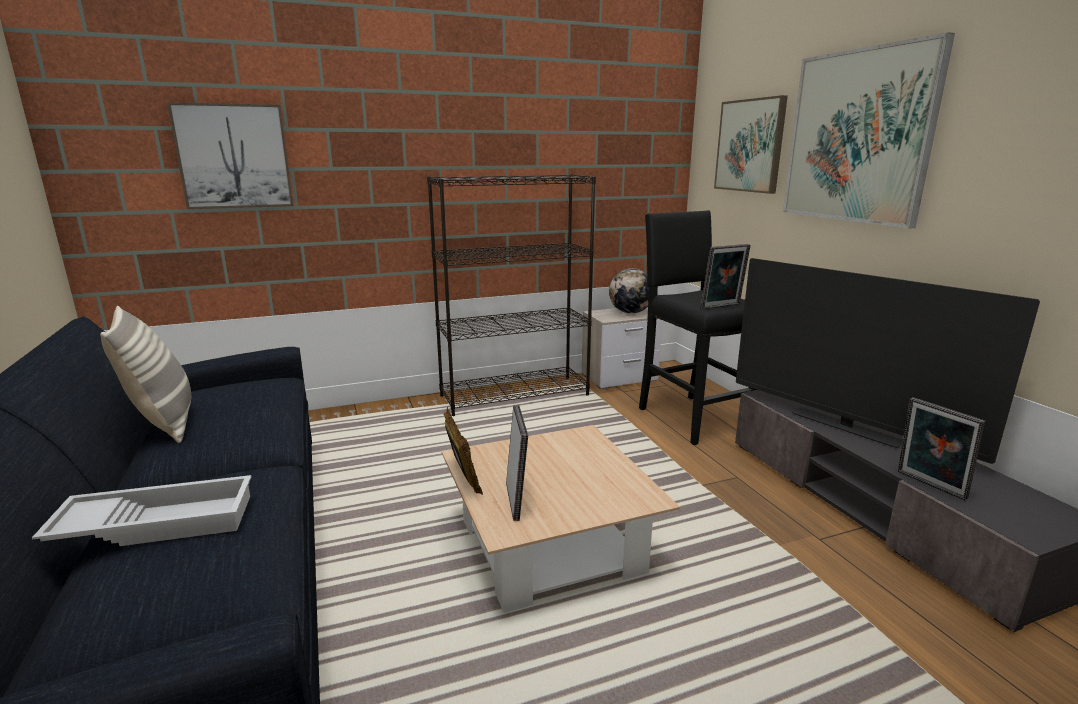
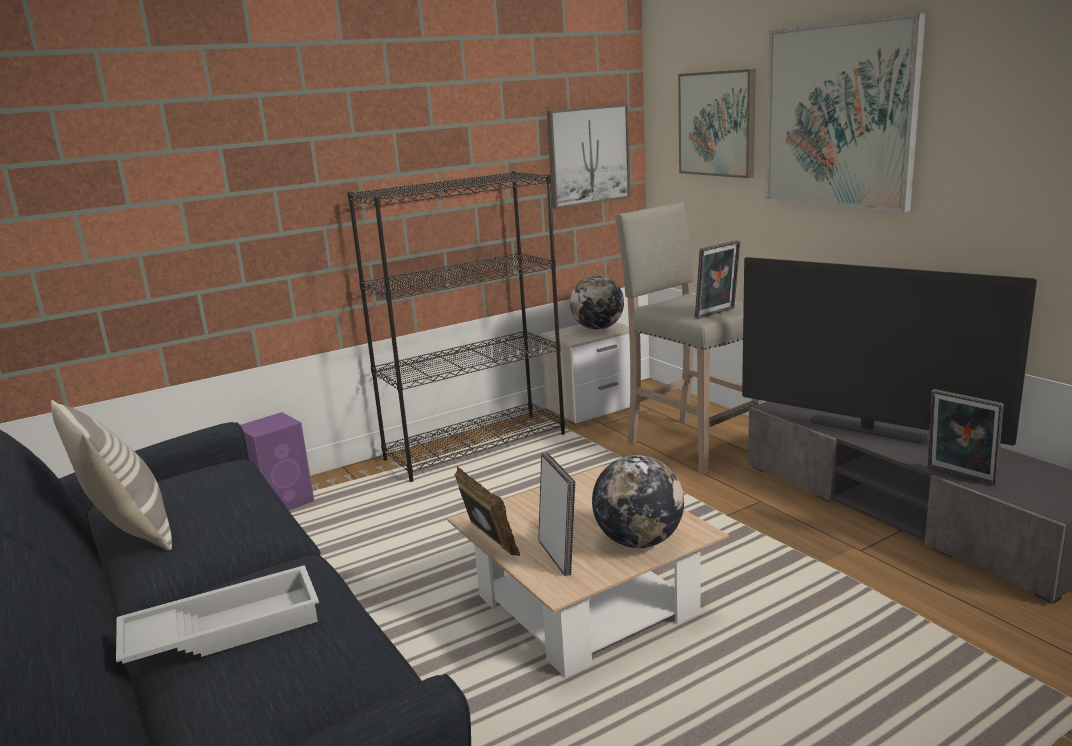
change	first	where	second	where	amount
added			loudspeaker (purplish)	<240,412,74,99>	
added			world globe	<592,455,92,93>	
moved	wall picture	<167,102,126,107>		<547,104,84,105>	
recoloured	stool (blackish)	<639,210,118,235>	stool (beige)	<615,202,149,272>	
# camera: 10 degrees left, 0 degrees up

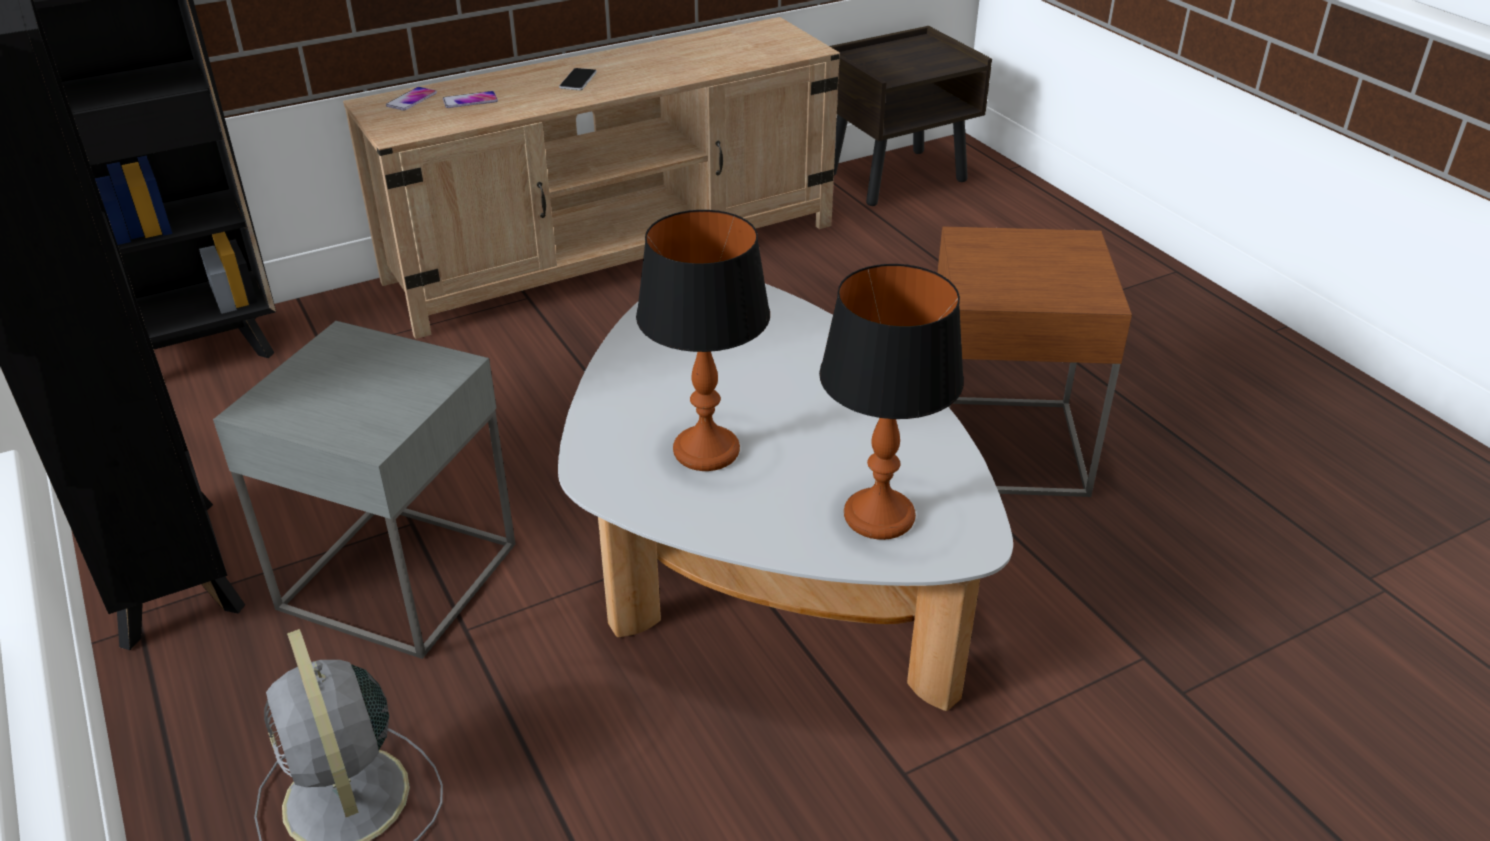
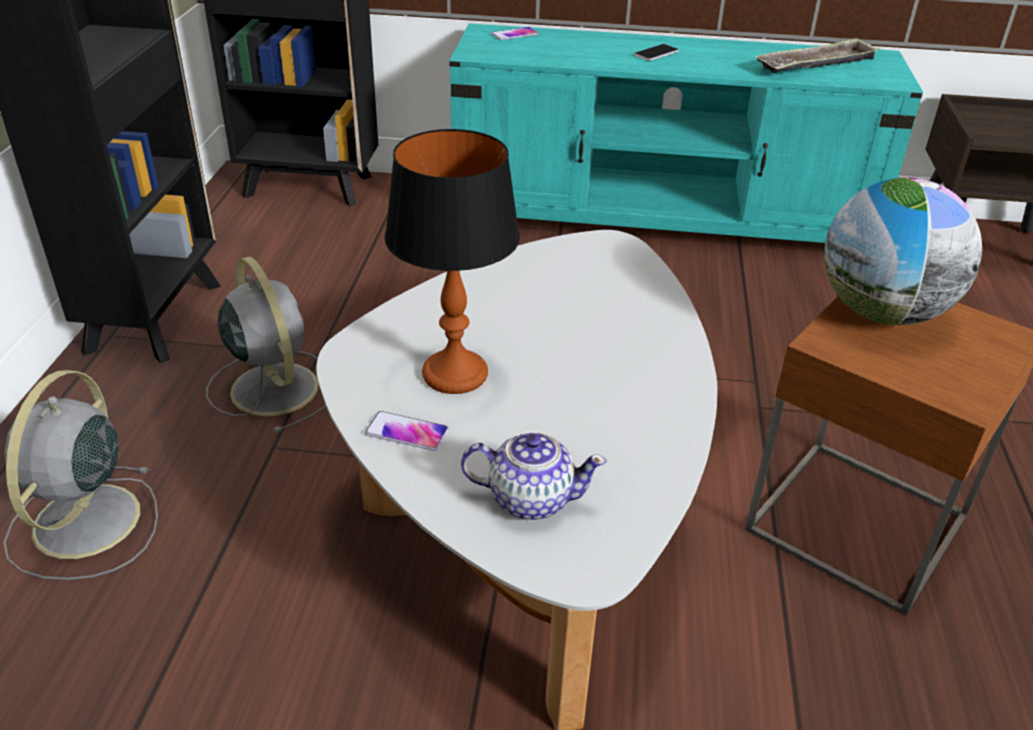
change	first	where	second	where	amount
added			serving tray	<755,37,125,36>	
added			world globe	<824,177,158,148>	
moved	phone	<443,91,55,17>		<365,411,83,40>	
replaced	end table (grey)	<213,321,303,338>	fan (grey)	<206,257,120,177>	
replaced	lamp for a table	<819,264,145,276>	teapot	<461,431,146,89>	
recoloured	tv unit (beige)	<343,17,497,322>	tv unit (blue-green)	<449,23,474,220>	
# camera: 35 degrees right, 0 degrees up

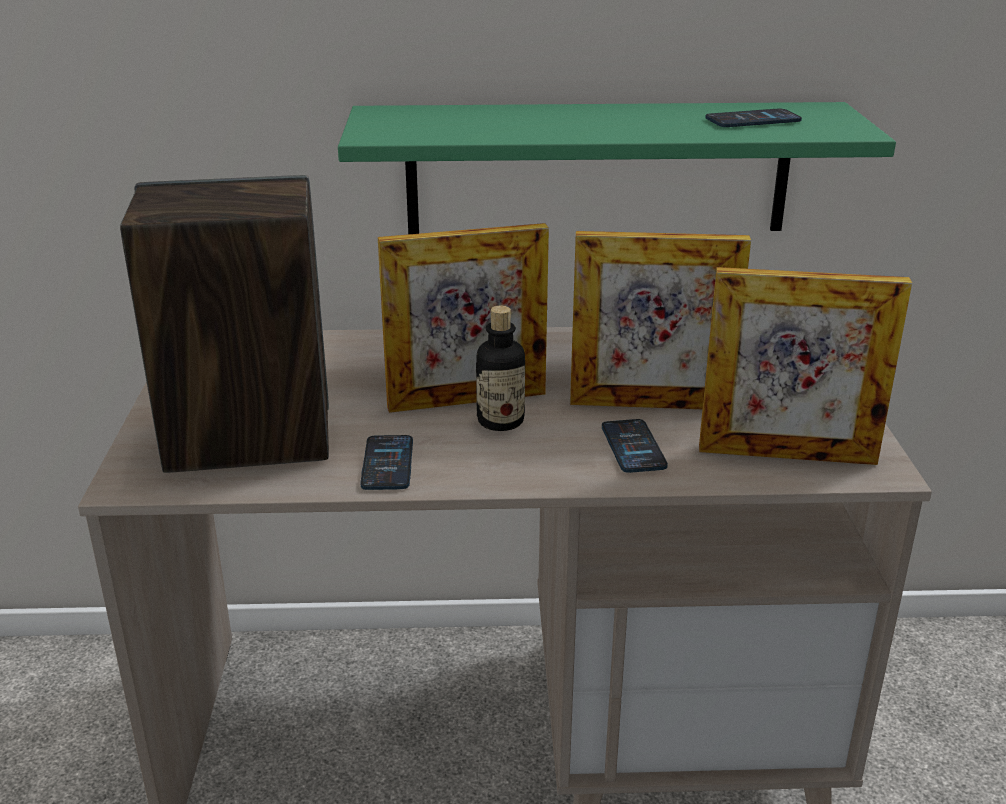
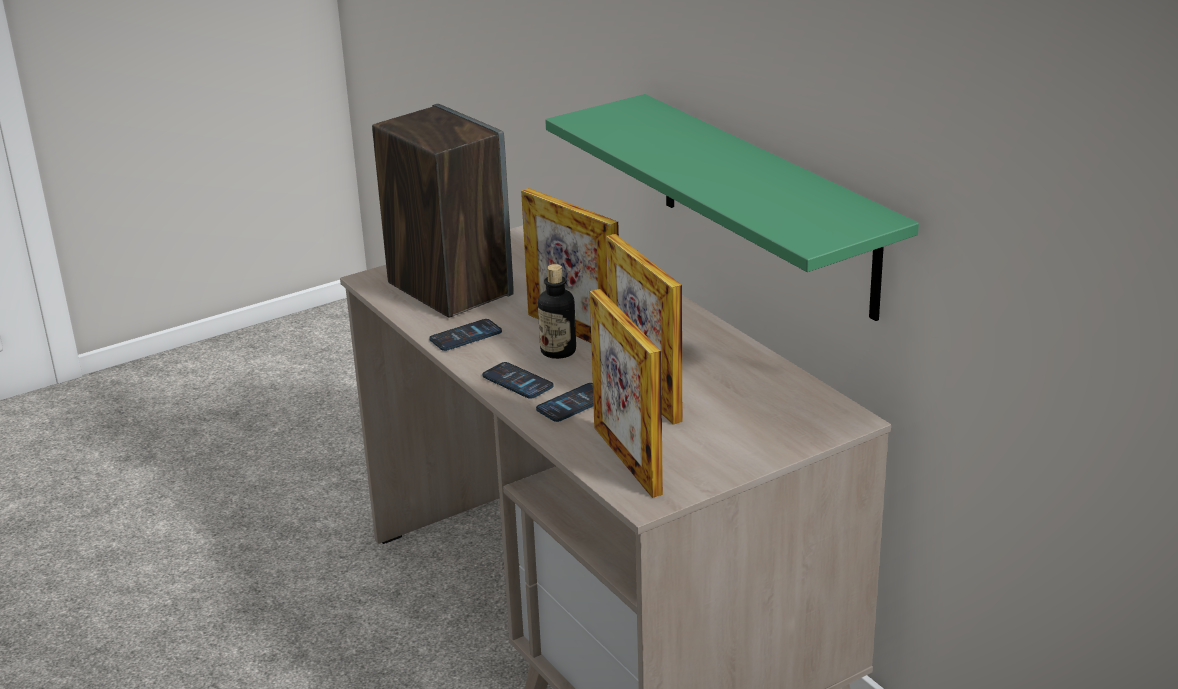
change	first	where	second	where	amount
moved	phone	<705,109,97,18>		<482,362,72,37>	
# camera: 60 degrees right, 0 degrees up

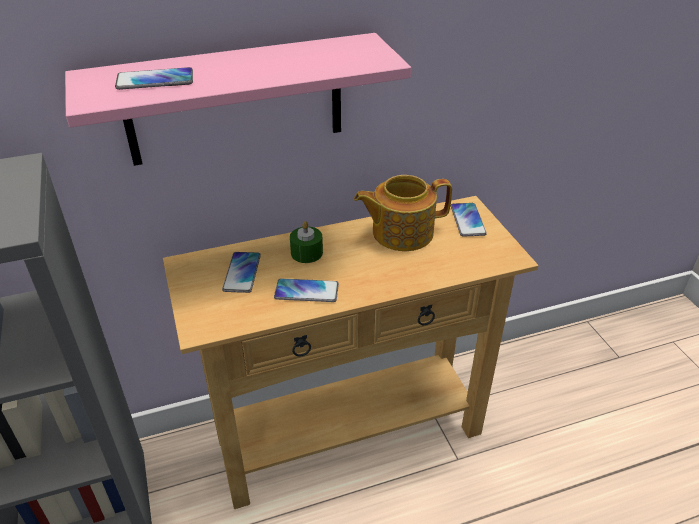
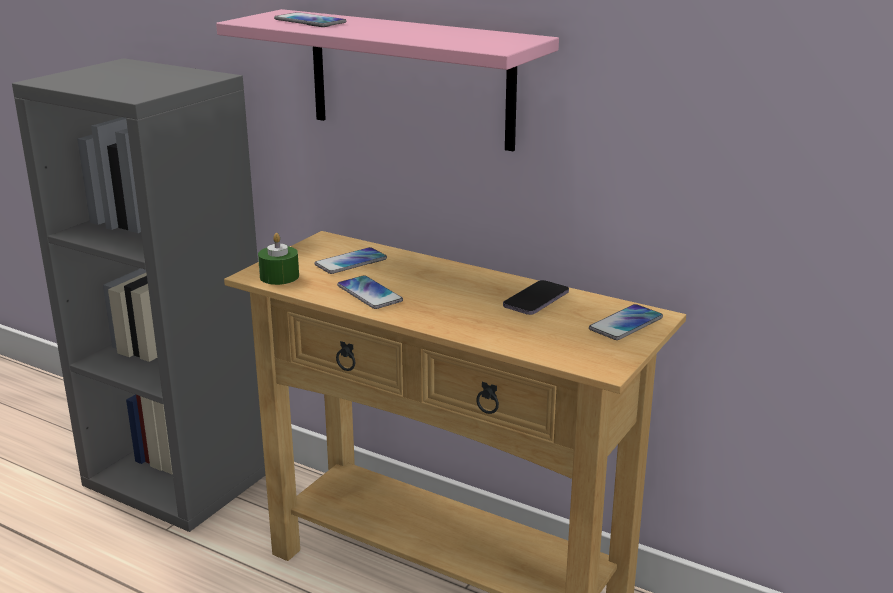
change	first	where	second	where	amount
moved	wax candle (green-coloured)	<290,221,33,42>		<258,233,41,52>	
replaced	teapot	<354,175,98,76>	phone	<503,280,66,35>	
# camera: 50 degrees right, 15 degrees down

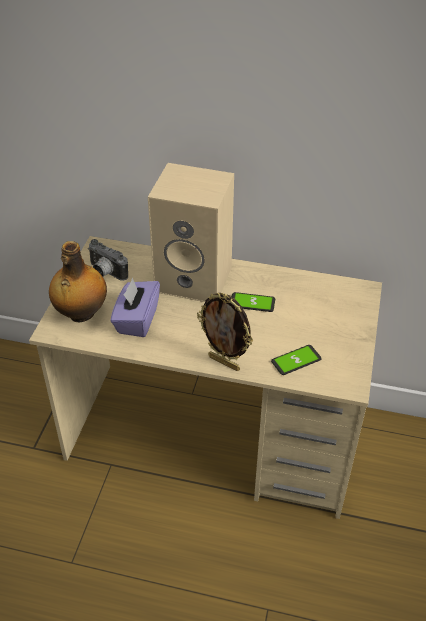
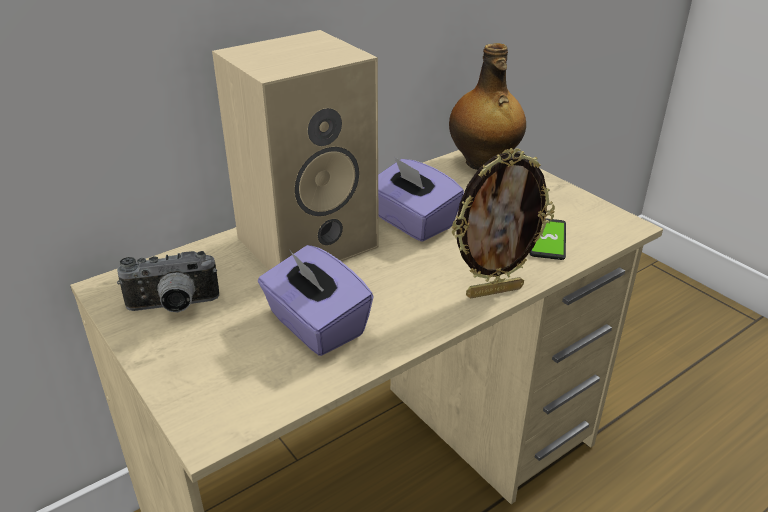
change	first	where	second	where	amount
moved	beverage bottle	<49,241,58,81>		<449,43,77,127>	
replaced	phone	<232,292,43,20>	box of tissues (purplish)	<378,156,86,86>	
# camera: 50 degrees left, 10 degrees down

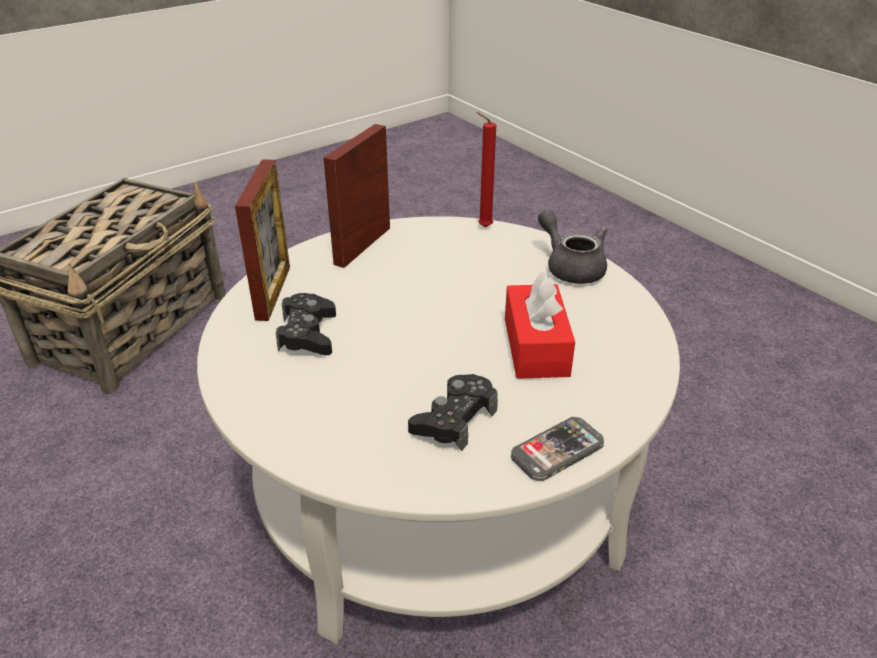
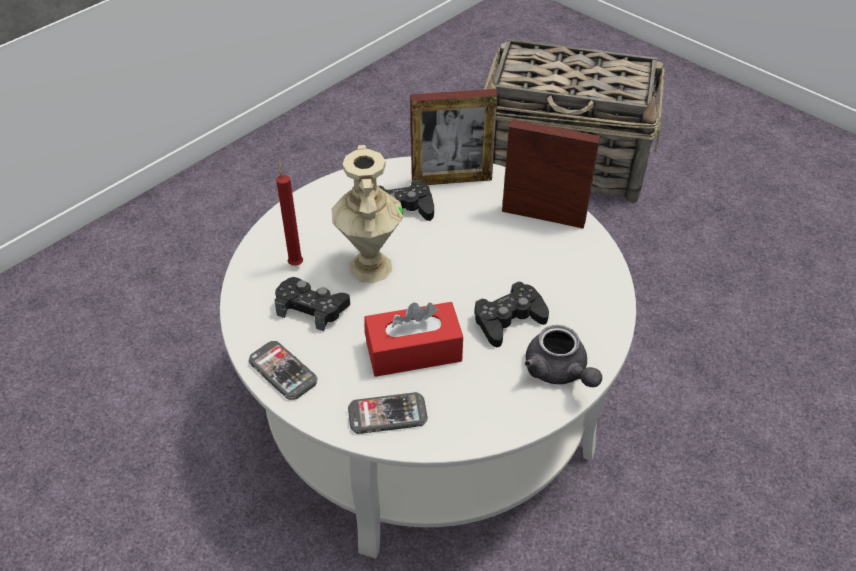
change	first	where	second	where	amount
added			vase (beige)	<331,145,72,138>	
added			phone	<348,392,80,42>	
added			gamepad (blackish)	<474,282,75,65>	
moved	wax candle (reddish)	<476,112,20,116>		<276,159,27,107>	
turned	teapot (grey)	<538,210,69,74>		<525,325,77,62>	105 degrees clockwise
# camera: 80 degrees right, 10 degrees up

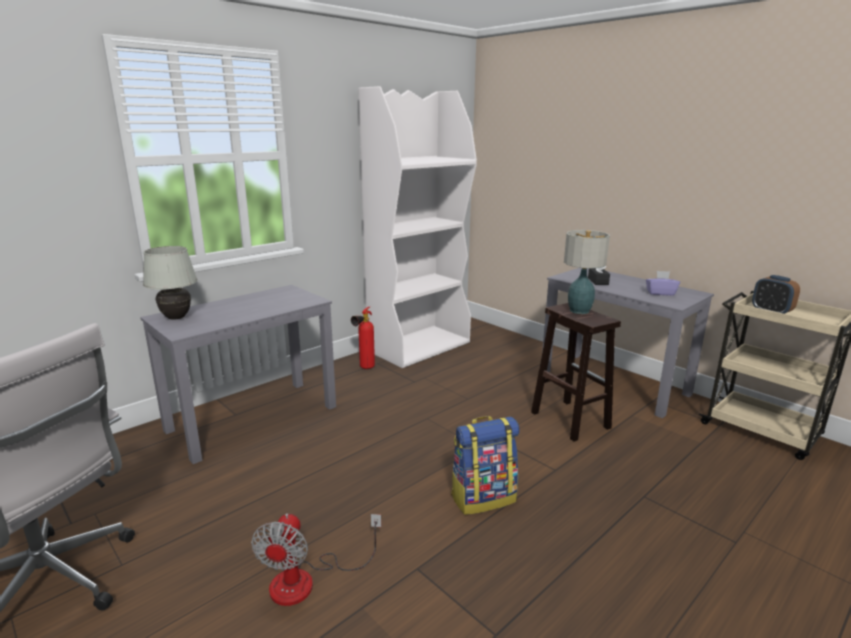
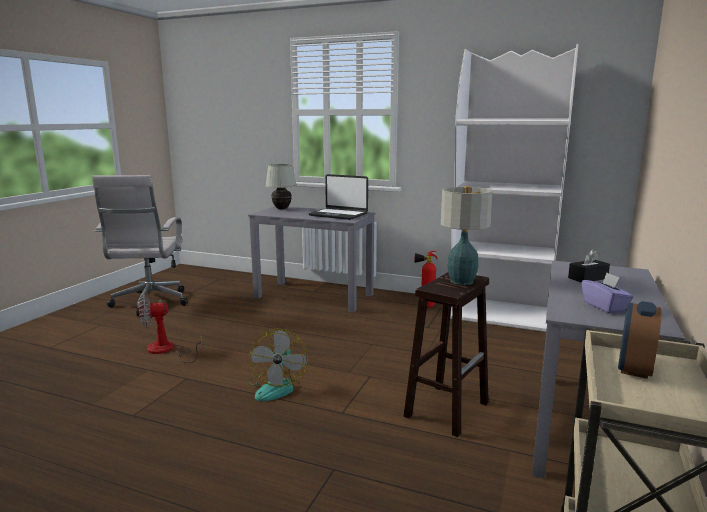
change	first	where	second	where	amount
added			portable computer	<308,174,60,46>	
replaced	rucksack	<451,416,68,99>	fan	<247,329,61,72>	
# camera: 65 degrees right, 5 degrees down

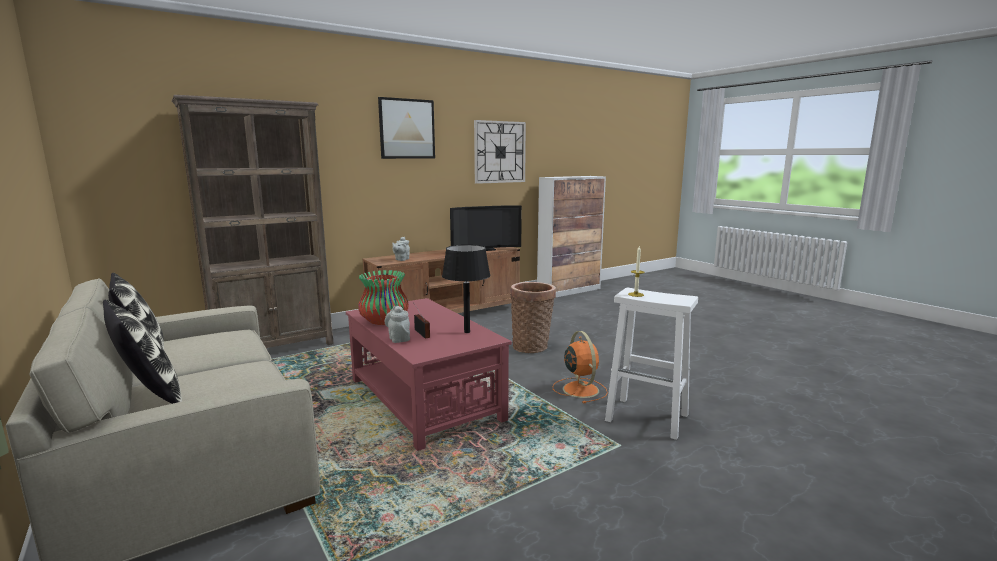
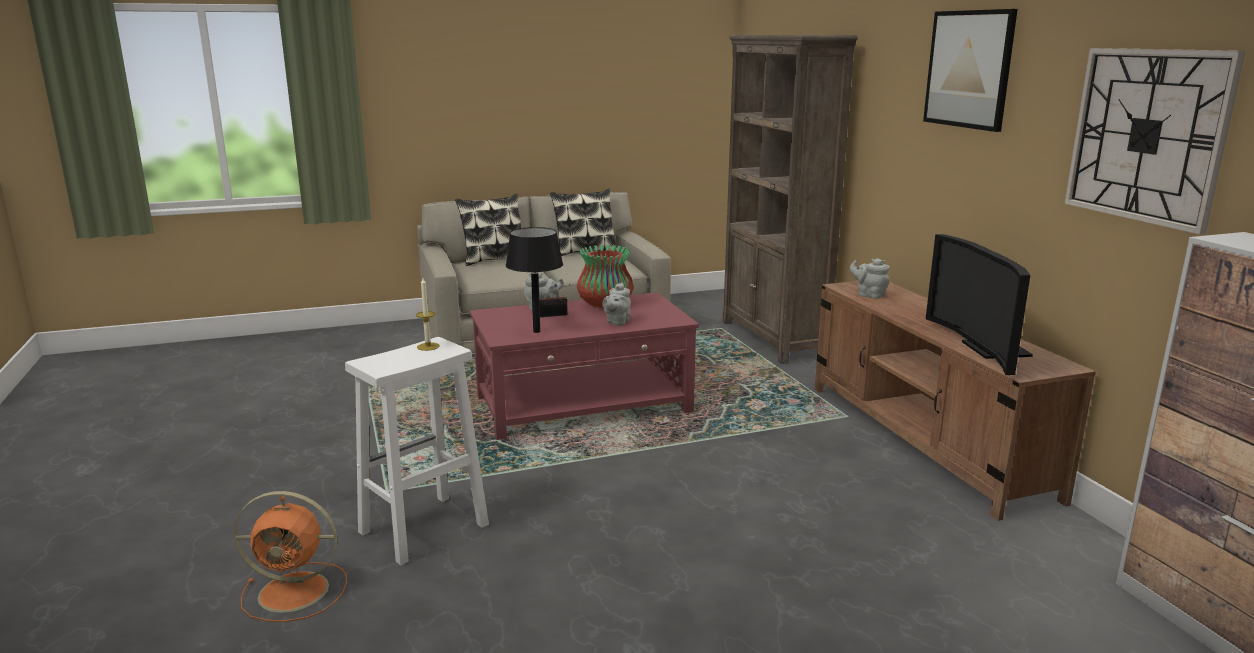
change	first	where	second	where	amount
removed	household basket	<510,282,46,71>			
added			teapot (grey)	<603,282,28,44>	
moved	fan (orange-coloured)	<552,331,56,72>		<233,491,114,131>	
# camera: 105 degrees right, 5 degrees up

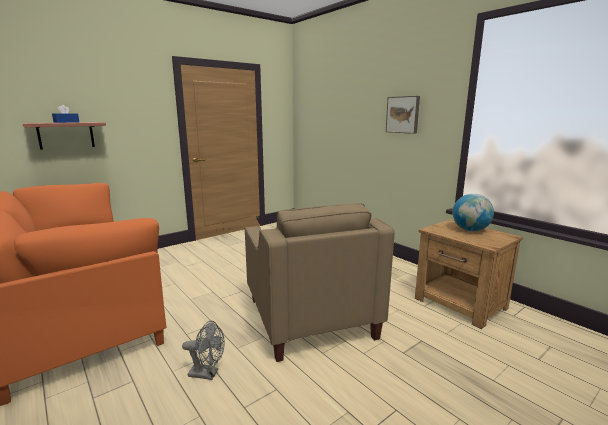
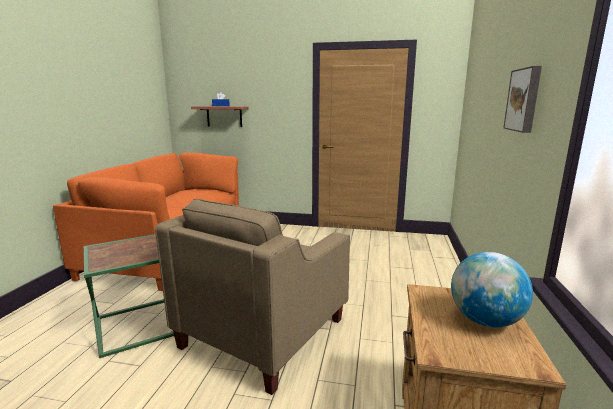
change	first	where	second	where	amount
replaced	fan (grey)	<182,321,43,59>	end table (green-coloured)	<83,234,91,124>	
# camera: 50 degrees right, 0 degrees up

